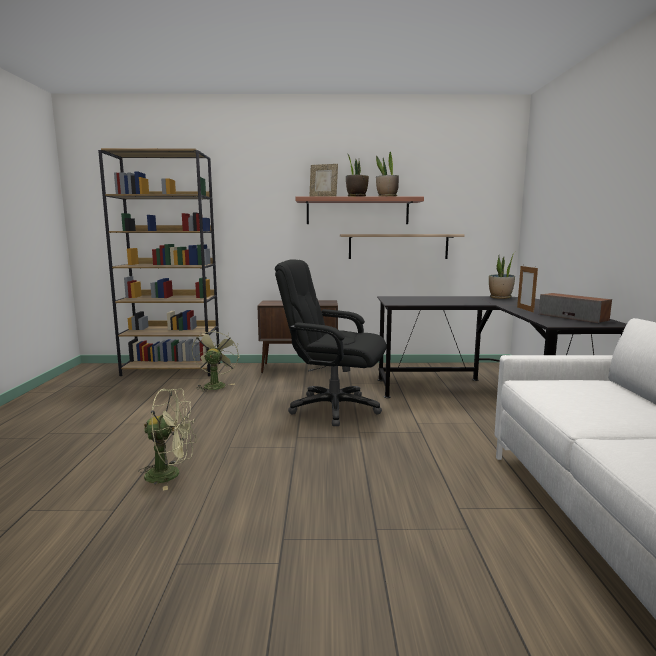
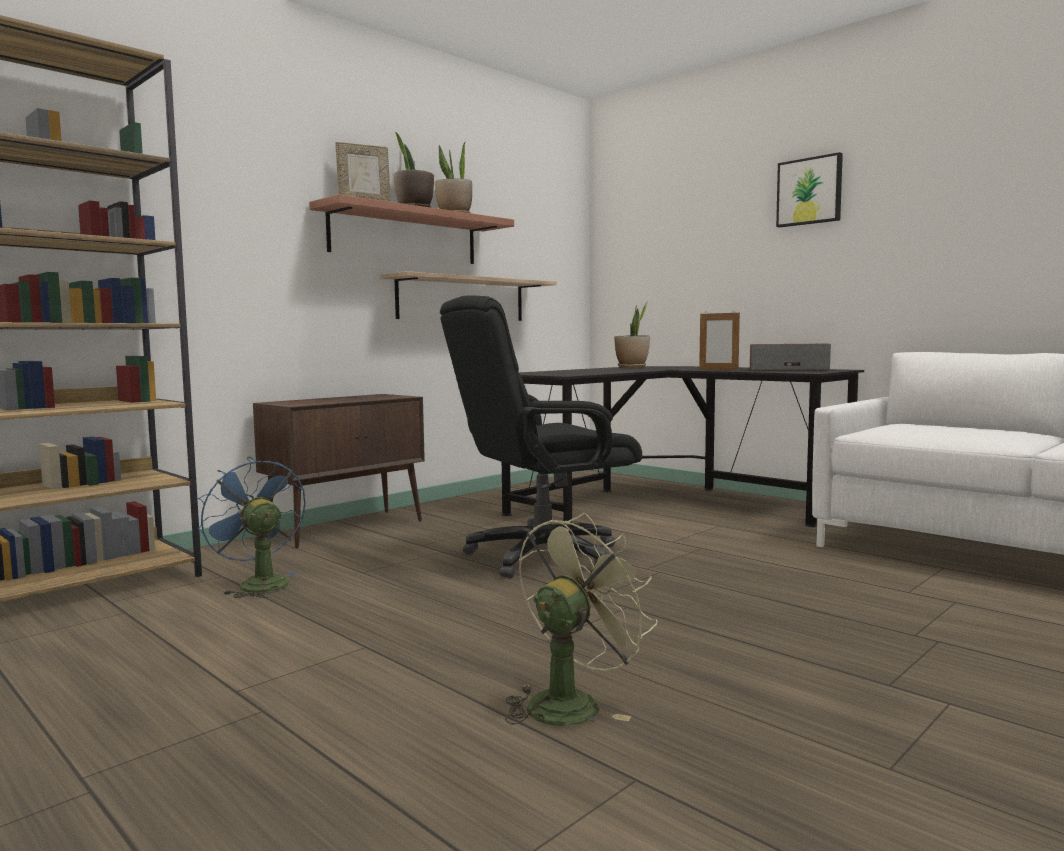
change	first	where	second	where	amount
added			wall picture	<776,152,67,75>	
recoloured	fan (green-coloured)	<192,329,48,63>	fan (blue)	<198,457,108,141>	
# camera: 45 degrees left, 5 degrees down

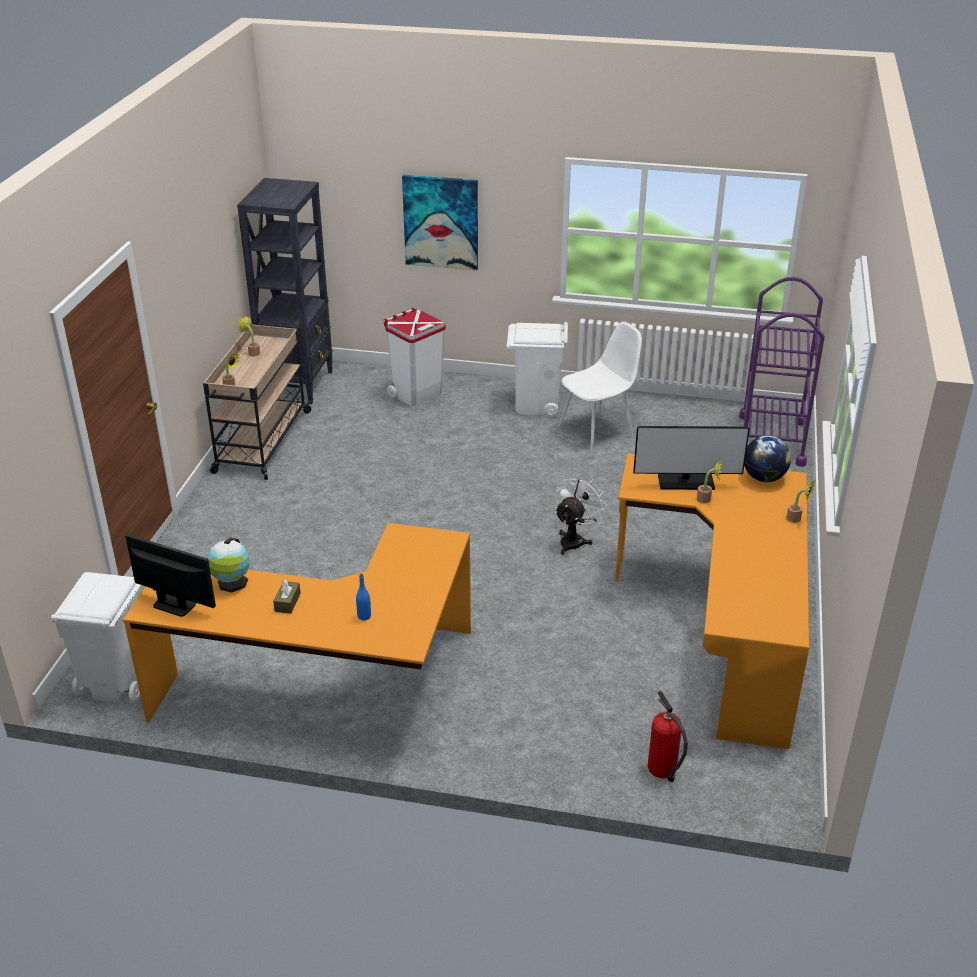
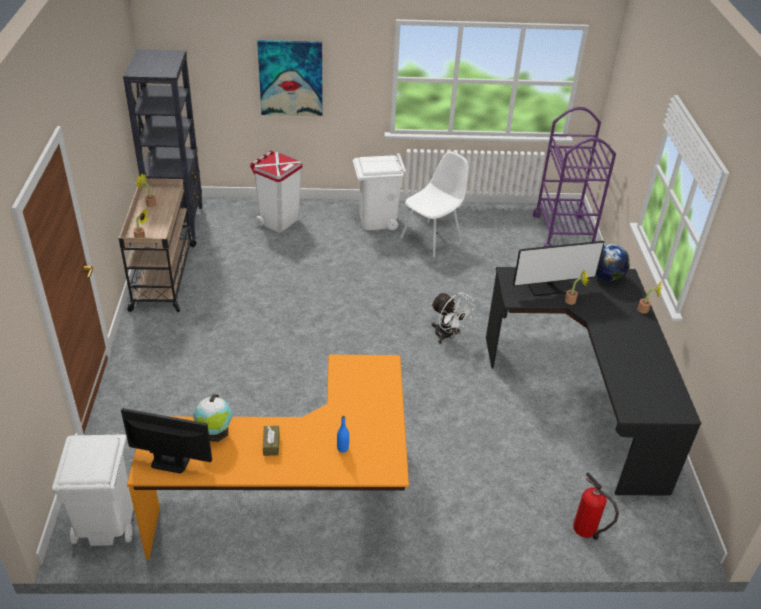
change	first	where	second	where	amount
recoloured	desk unit (orange-coloured)	<615,454,194,295>	desk unit (blackish)	<486,267,215,228>	
turned	fan (whitish)	<555,474,52,81>		<431,292,44,52>	120 degrees clockwise
# camera: 15 degrees left, 5 degrees up

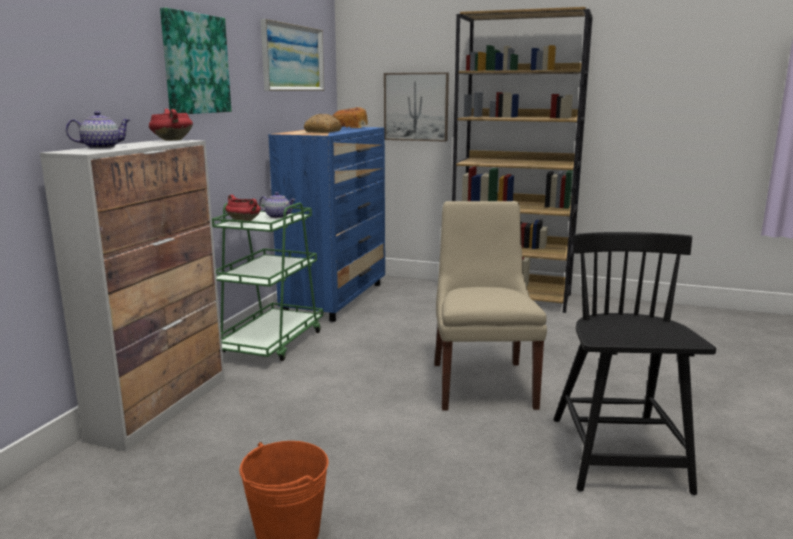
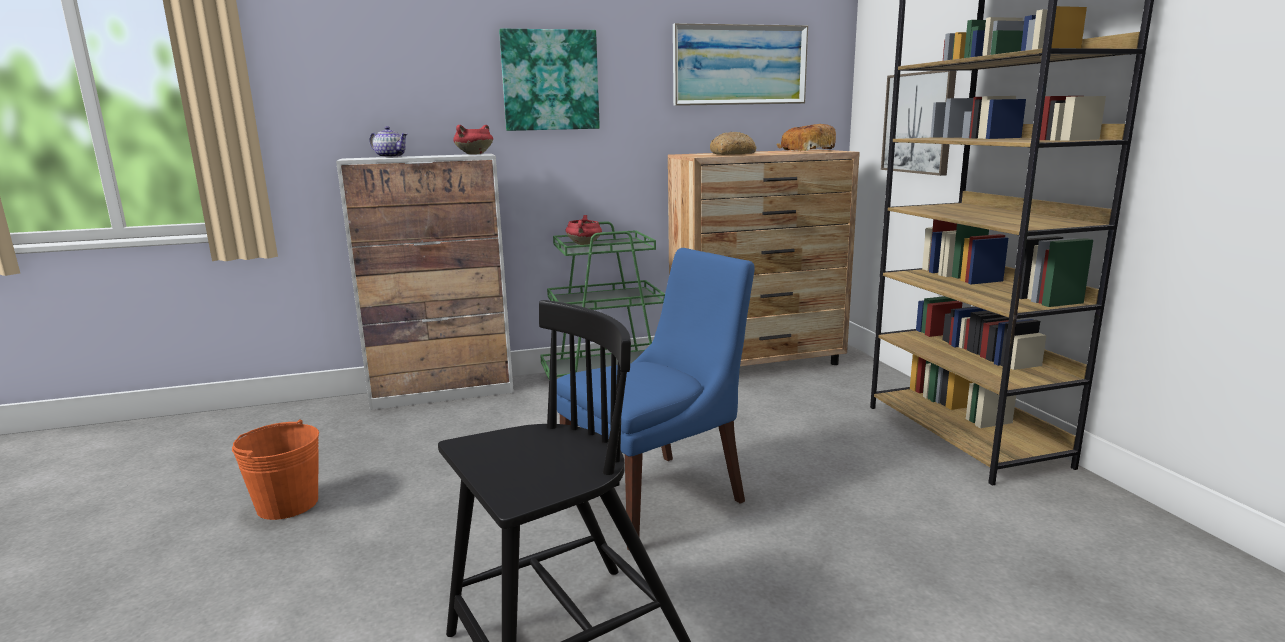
change	first	where	second	where	amount
removed	teapot	<259,192,37,26>			
recoloured	chest of drawers (blue)	<268,127,117,195>	chest of drawers (brown)	<668,149,192,217>	
recoloured	plain chair (beige)	<434,201,113,209>	plain chair (blue)	<557,248,198,302>	
# camera: 55 degrees right, 0 degrees up

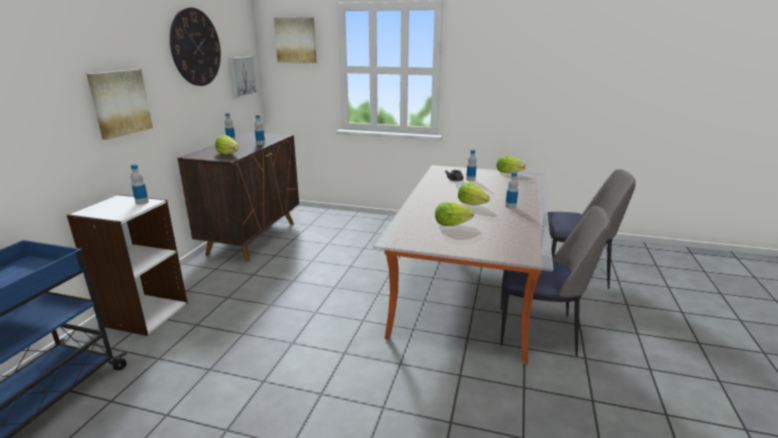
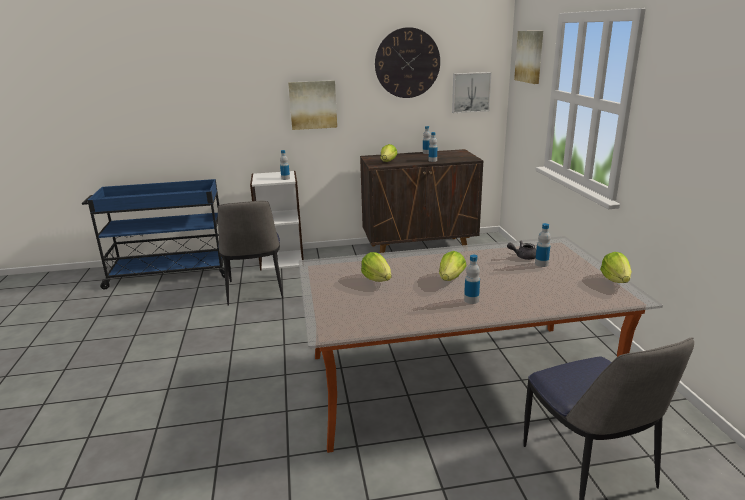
change	first	where	second	where	amount
moved	plain chair	<501,206,110,151>		<218,201,65,105>	
# camera: 65 degrees right, 0 degrees up

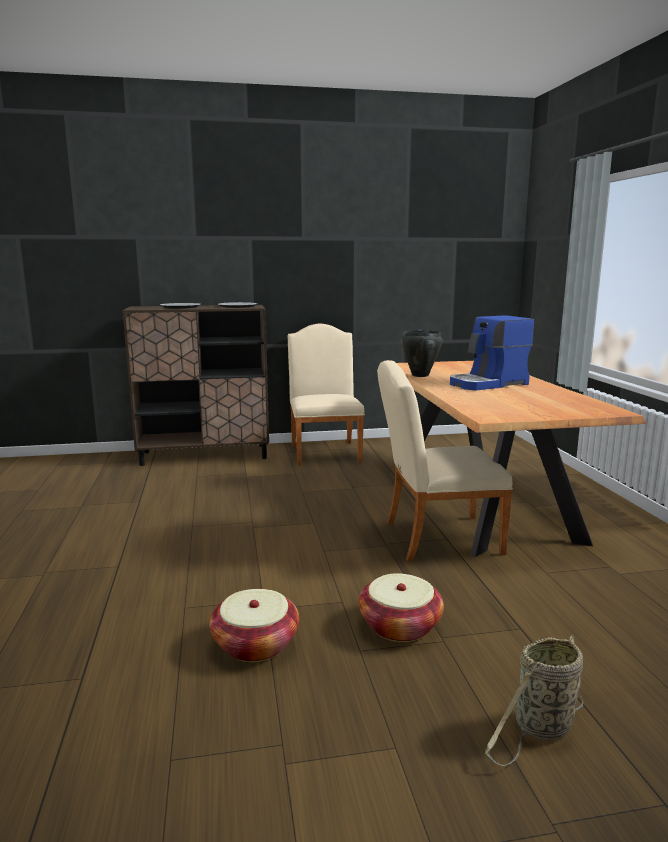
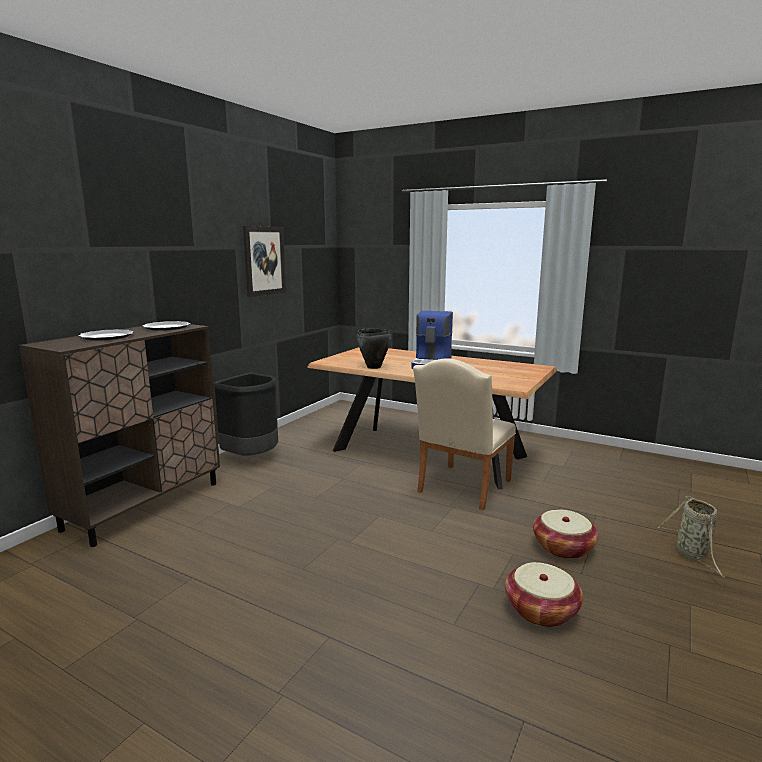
change	first	where	second	where	amount
added			wall picture	<243,226,43,71>	
replaced	plain chair (beige)	<288,323,77,143>	trash can (blackish)	<213,372,65,84>	
# camera: 50 degrees left, 0 degrees up

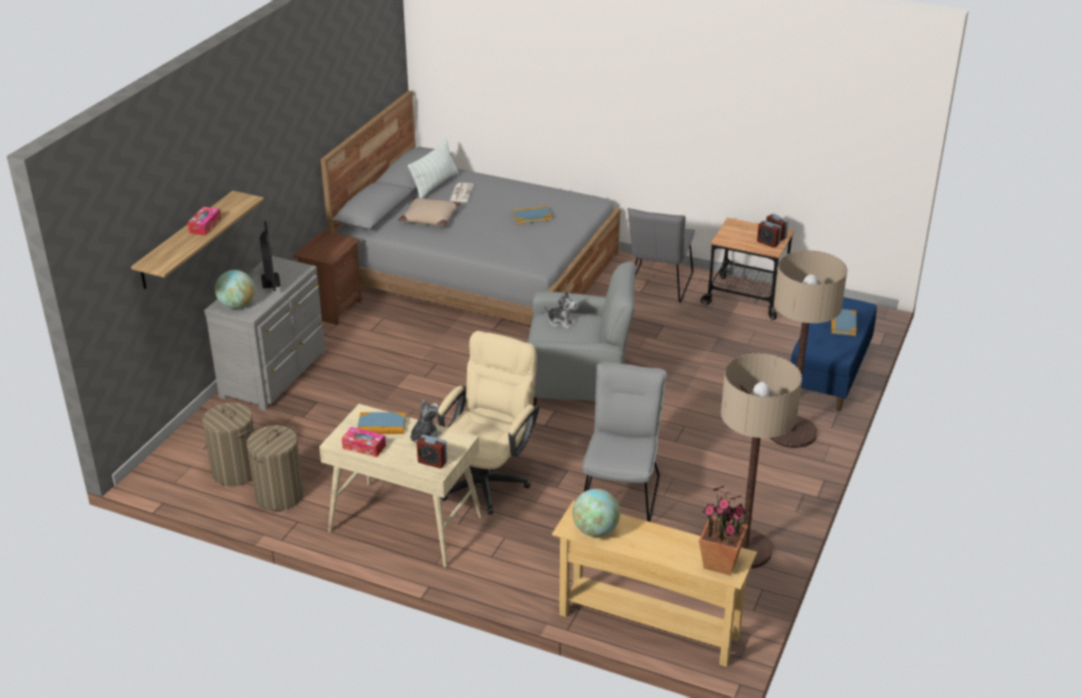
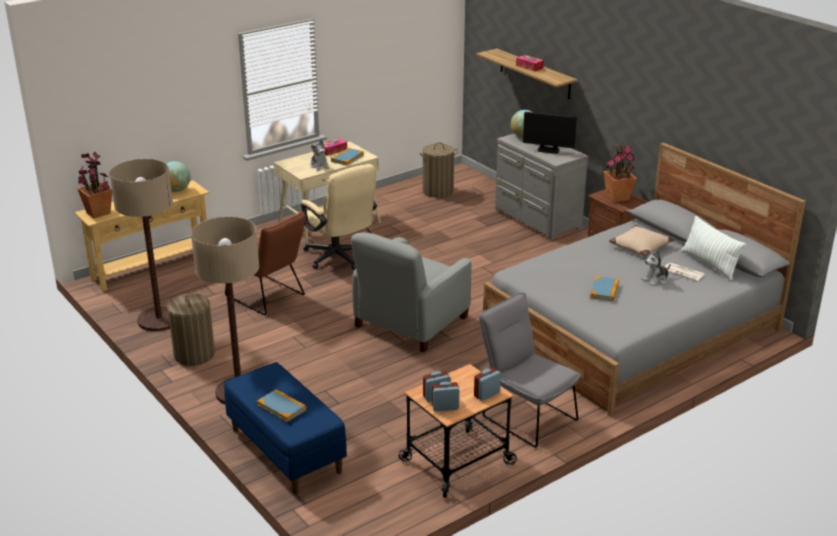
change	first	where	second	where	amount
added			houseplant	<604,143,33,59>	
moved	laundry basket	<247,425,57,86>		<167,294,48,72>	
moved	alarm clock	<417,435,30,33>		<474,368,27,33>	
moved	plush toy	<544,291,32,38>		<642,250,29,36>	
recoloured	plain chair (grey)	<582,362,85,160>	plain chair (brown)	<225,211,80,104>	
# camera: 120 degrees right, 5 degrees down

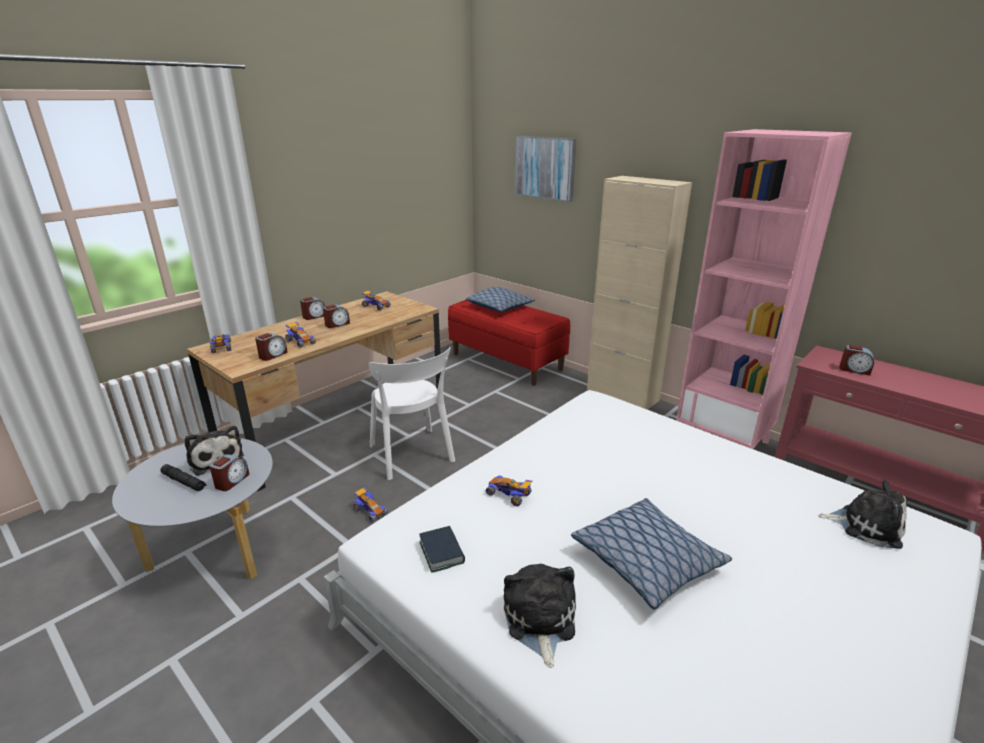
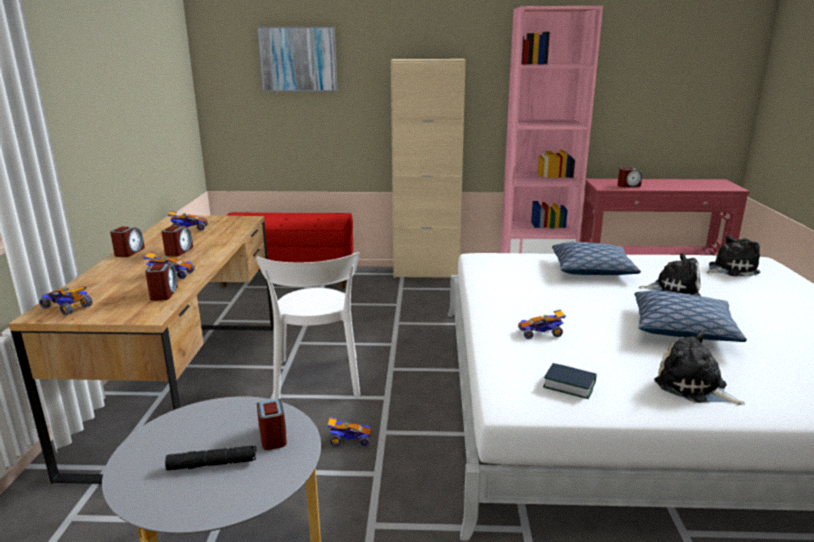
change	first	where	second	where	amount
moved	plush toy	<185,426,59,50>		<638,253,63,43>	
moved	throw pillow	<466,287,69,25>		<552,242,89,33>	
turned	plain chair (whitish)	<369,347,86,133>		<256,252,104,148>	60 degrees clockwise
# camera: 40 degrees left, 5 degrees down

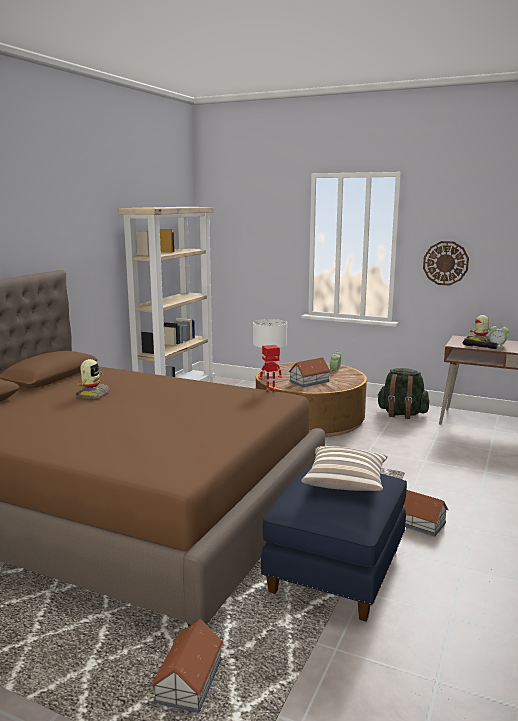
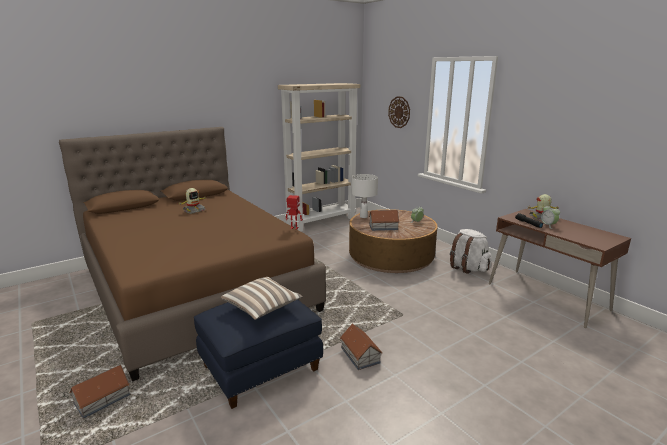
change	first	where	second	where	amount
moved	clock on the wall	<423,241,46,45>		<388,96,22,32>	
recoloured	rucksack (green-coloured)	<377,368,53,51>	rucksack (whitish)	<450,229,41,45>	
# camera: 30 degrees right, 5 degrees up

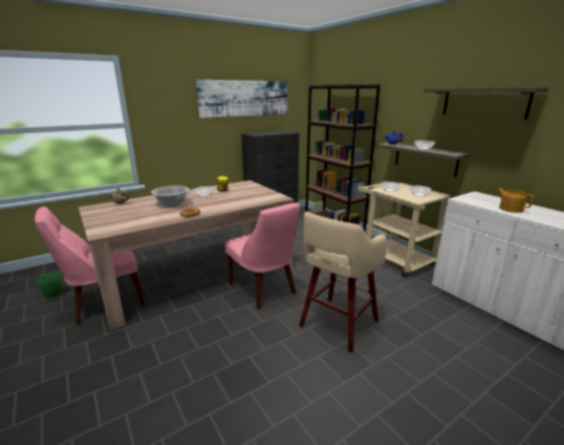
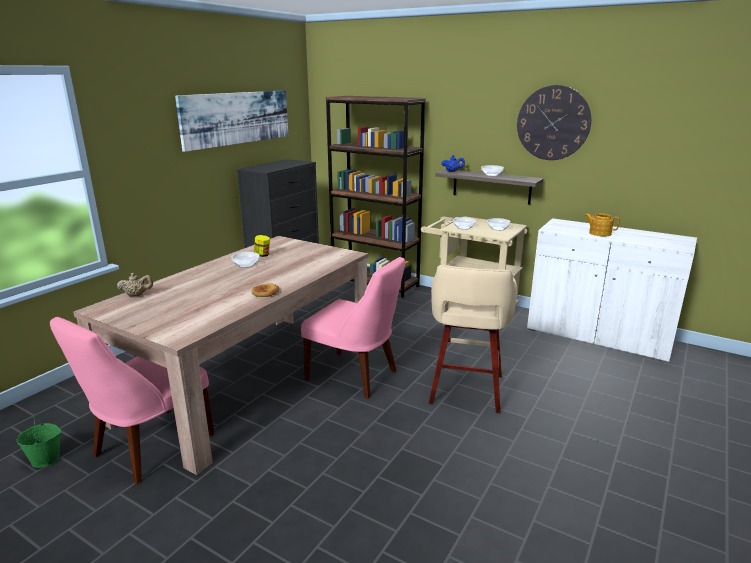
change	first	where	second	where	amount
removed	stockpot	<151,186,40,21>			
replaced	shelf	<424,87,125,32>	clock on the wall	<517,85,74,75>	
# camera: 25 degrees left, 0 degrees up

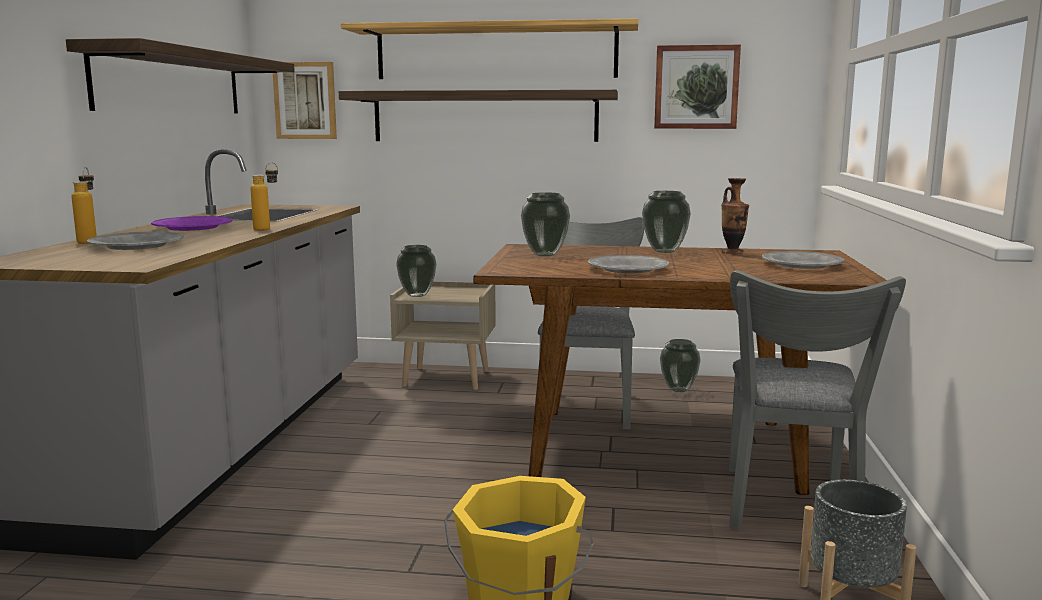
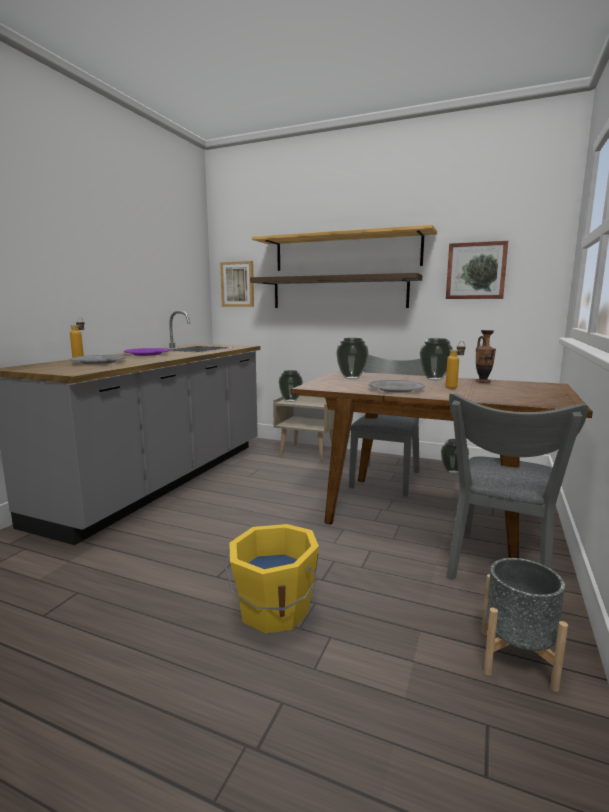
change	first	where	second	where	amount
removed	shelf	<66,38,229,75>			
removed	flat dish (grey)	<762,251,82,18>			
moved	beverage bottle	<250,162,28,69>		<445,341,21,48>	
# camera: 15 degrees right, 0 degrees up

